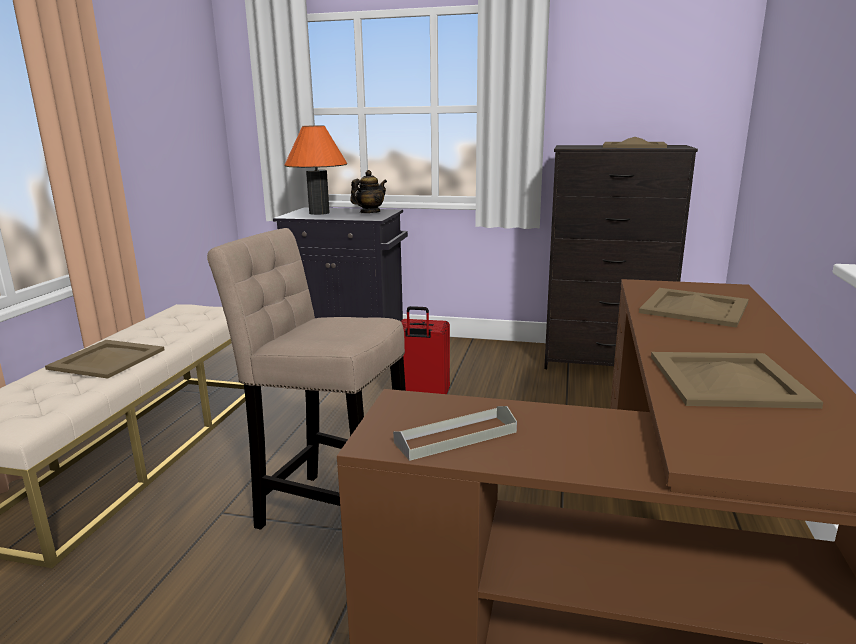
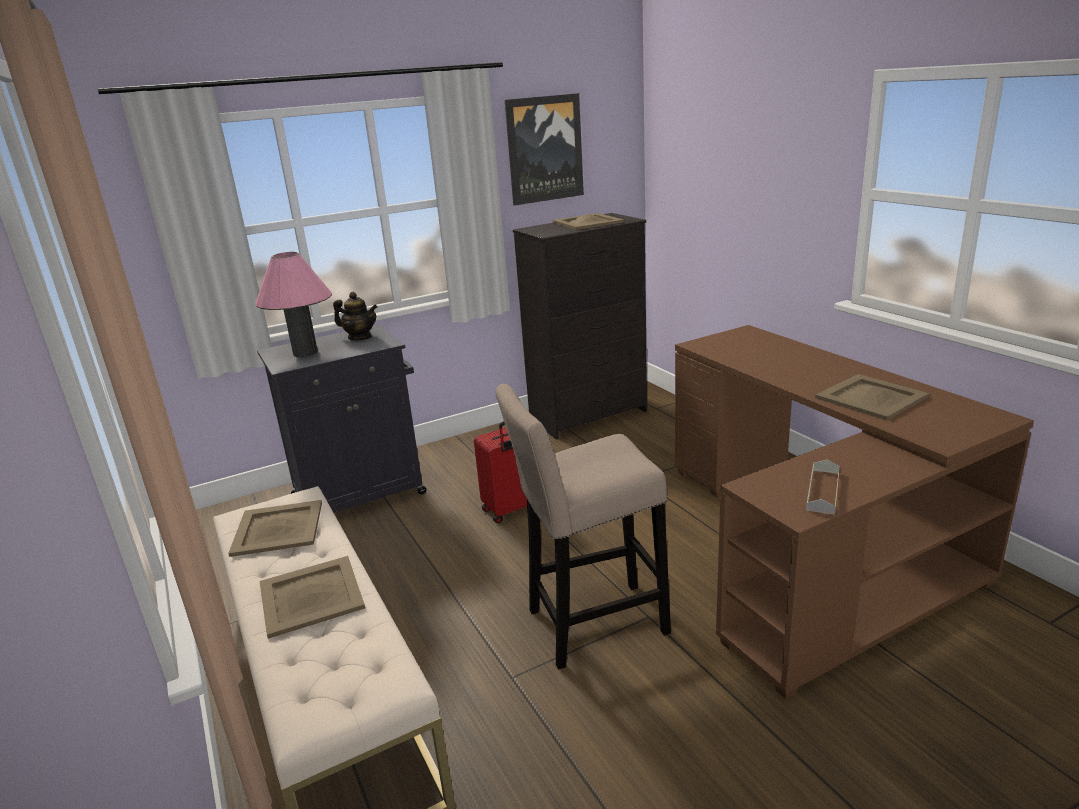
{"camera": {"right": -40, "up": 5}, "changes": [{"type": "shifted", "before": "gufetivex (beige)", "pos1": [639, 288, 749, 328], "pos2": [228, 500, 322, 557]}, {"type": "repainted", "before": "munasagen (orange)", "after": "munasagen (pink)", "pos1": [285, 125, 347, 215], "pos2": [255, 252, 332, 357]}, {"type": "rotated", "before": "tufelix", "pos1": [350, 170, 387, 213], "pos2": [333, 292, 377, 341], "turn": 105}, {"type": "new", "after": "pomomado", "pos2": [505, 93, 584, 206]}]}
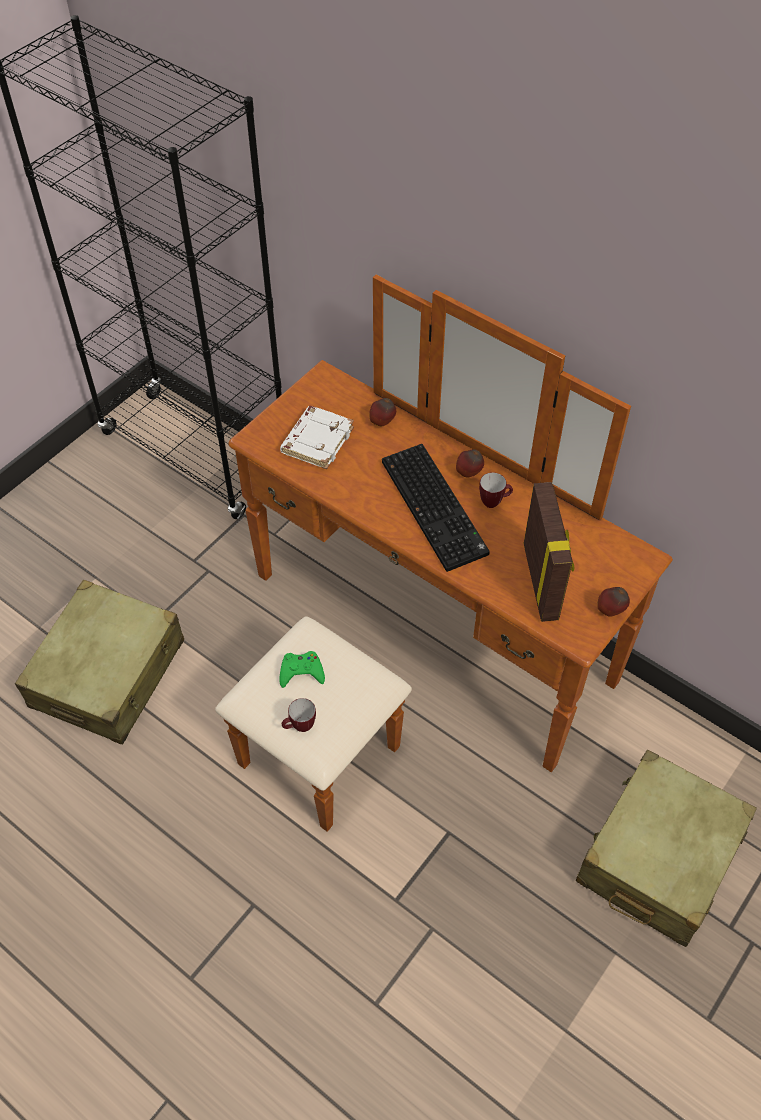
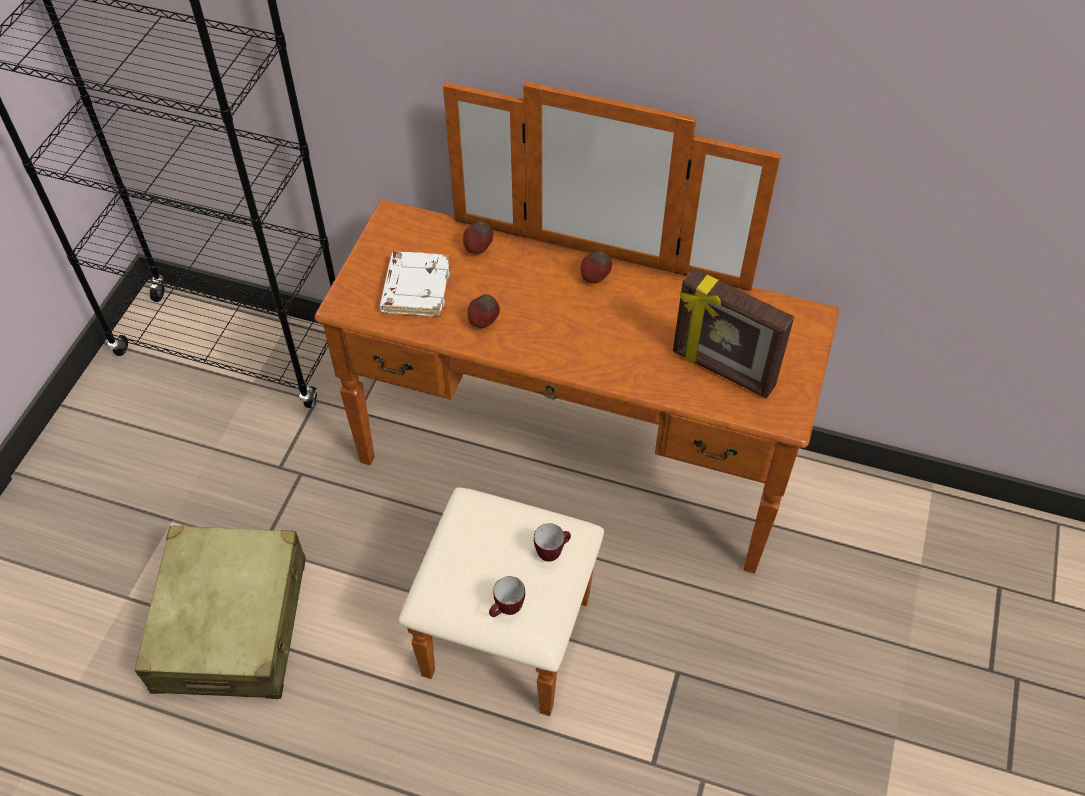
{"camera": {"right": -20, "up": 0}, "changes": [{"type": "shifted", "before": "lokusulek", "pos1": [597, 587, 630, 617], "pos2": [467, 294, 500, 328]}, {"type": "shifted", "before": "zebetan", "pos1": [479, 472, 513, 508], "pos2": [534, 523, 571, 562]}, {"type": "rotated", "before": "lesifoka", "pos1": [524, 482, 575, 622], "pos2": [673, 268, 794, 399], "turn": 150}, {"type": "gone", "before": "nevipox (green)", "pos1": [279, 651, 325, 688]}, {"type": "gone", "before": "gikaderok", "pos1": [382, 444, 490, 572]}, {"type": "gone", "before": "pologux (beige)", "pos1": [576, 750, 757, 947]}]}
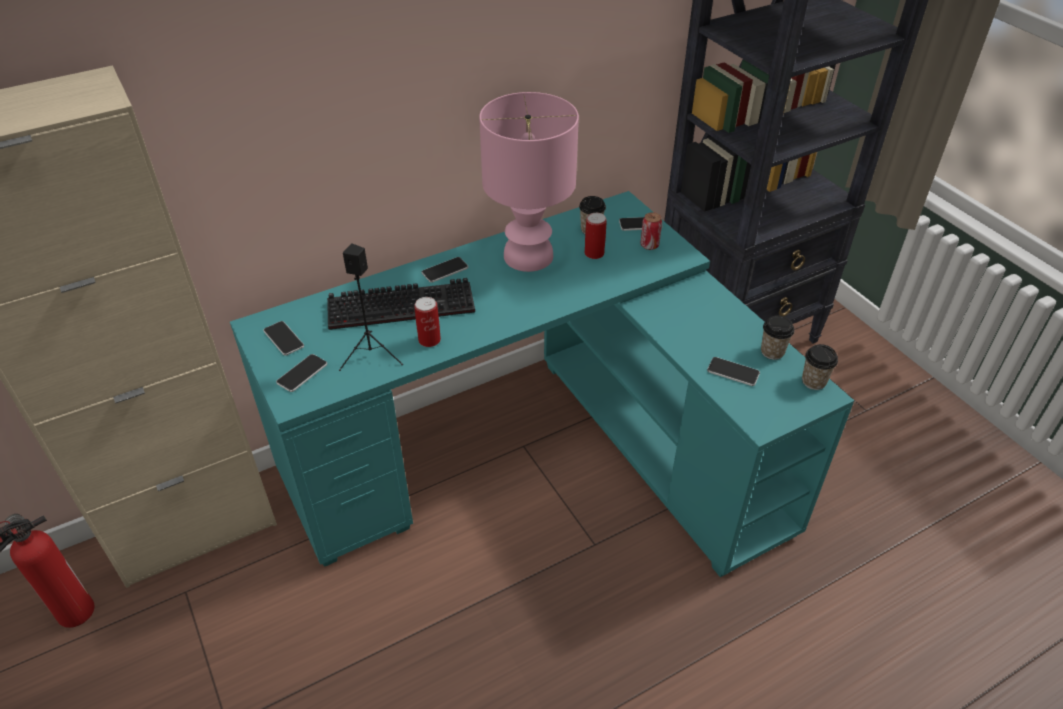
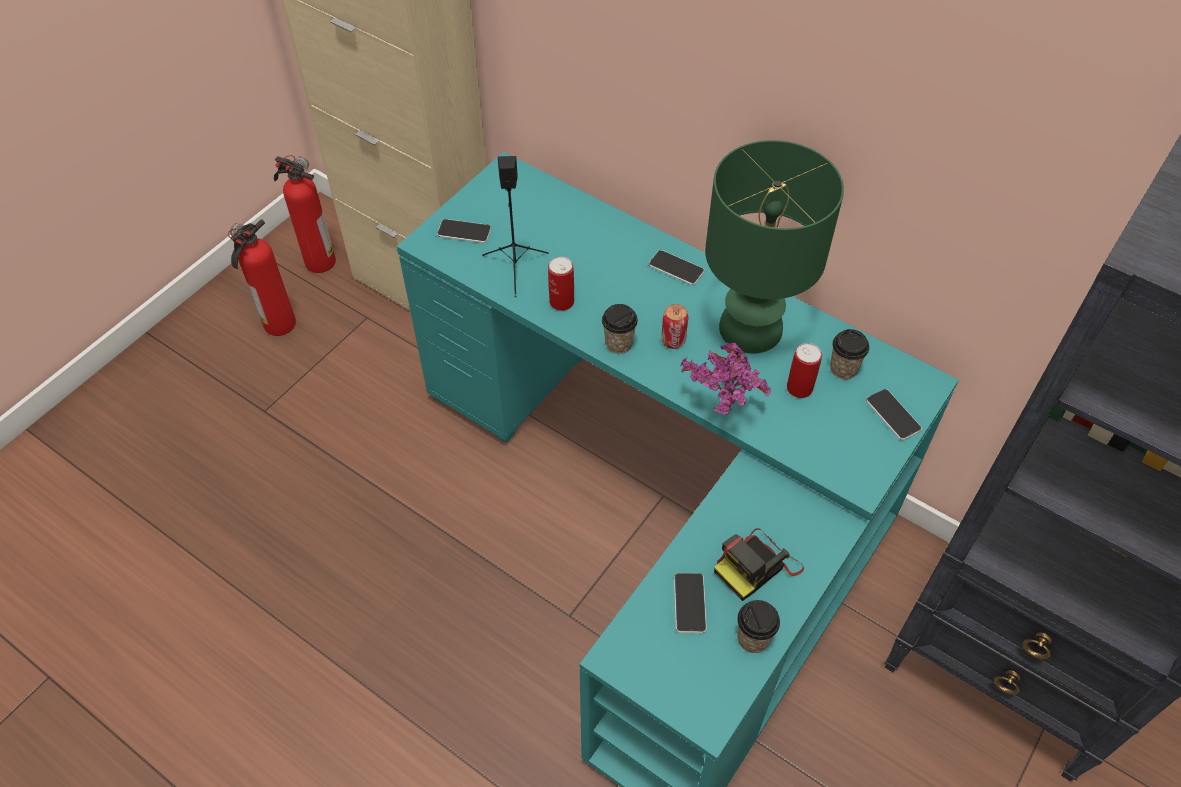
{"camera": {"right": 65, "up": 10}, "changes": [{"type": "new", "after": "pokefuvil", "pos2": [228, 219, 296, 336]}, {"type": "shifted", "before": "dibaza", "pos1": [802, 344, 838, 390], "pos2": [602, 304, 638, 354]}, {"type": "shifted", "before": "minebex", "pos1": [641, 212, 662, 250], "pos2": [661, 304, 688, 349]}, {"type": "new", "after": "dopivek", "pos2": [681, 342, 771, 415]}, {"type": "repainted", "before": "munasagen (pink)", "after": "munasagen (green)", "pos1": [479, 92, 579, 272], "pos2": [705, 140, 844, 353]}, {"type": "new", "after": "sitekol", "pos2": [714, 528, 804, 601]}, {"type": "gone", "before": "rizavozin", "pos1": [263, 321, 304, 356]}, {"type": "gone", "before": "gikaderok", "pos1": [327, 278, 475, 330]}]}
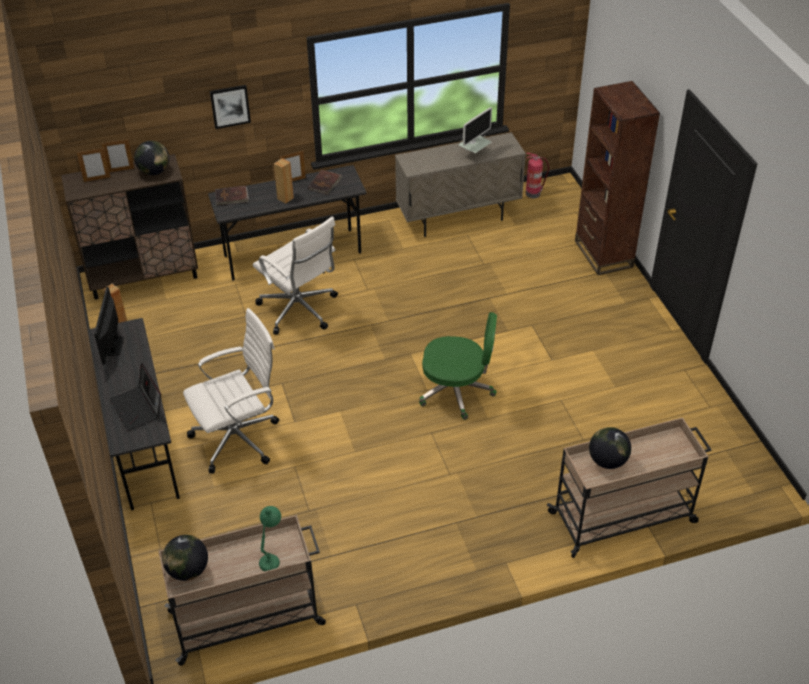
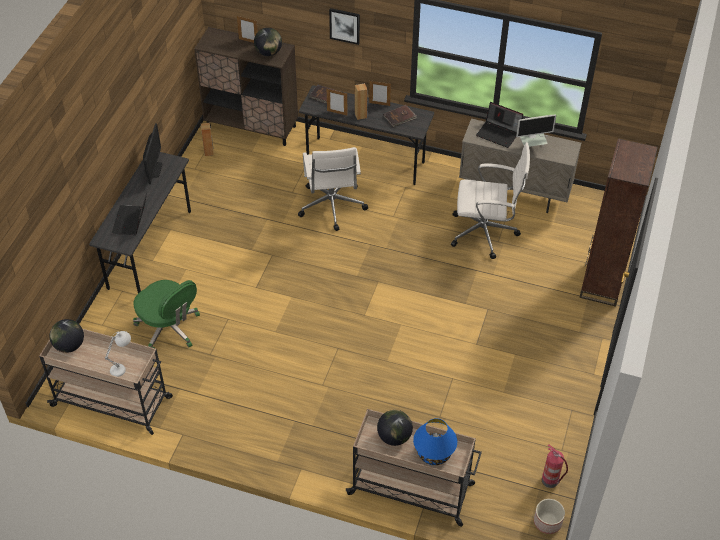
{"camera": {"right": 35, "up": 5}, "changes": [{"type": "repainted", "before": "munasagen (green)", "after": "munasagen (white)", "pos1": [259, 506, 281, 571], "pos2": [105, 331, 131, 377]}, {"type": "shifted", "before": "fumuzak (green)", "pos1": [419, 312, 497, 420], "pos2": [133, 280, 200, 348]}, {"type": "rotated", "before": "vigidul", "pos1": [94, 287, 124, 365], "pos2": [143, 123, 163, 184], "turn": 150}, {"type": "shifted", "before": "lesifoka", "pos1": [77, 147, 110, 182], "pos2": [327, 88, 347, 115]}, {"type": "new", "after": "munasagen (blue)", "pos2": [413, 418, 457, 465]}, {"type": "shifted", "before": "fumuzak (white)", "pos1": [183, 308, 279, 474], "pos2": [451, 142, 530, 259]}, {"type": "new", "after": "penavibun", "pos2": [476, 102, 523, 148]}, {"type": "new", "after": "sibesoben", "pos2": [534, 499, 565, 534]}, {"type": "shifted", "before": "pokefuvil", "pos1": [526, 153, 549, 198], "pos2": [542, 444, 568, 488]}]}
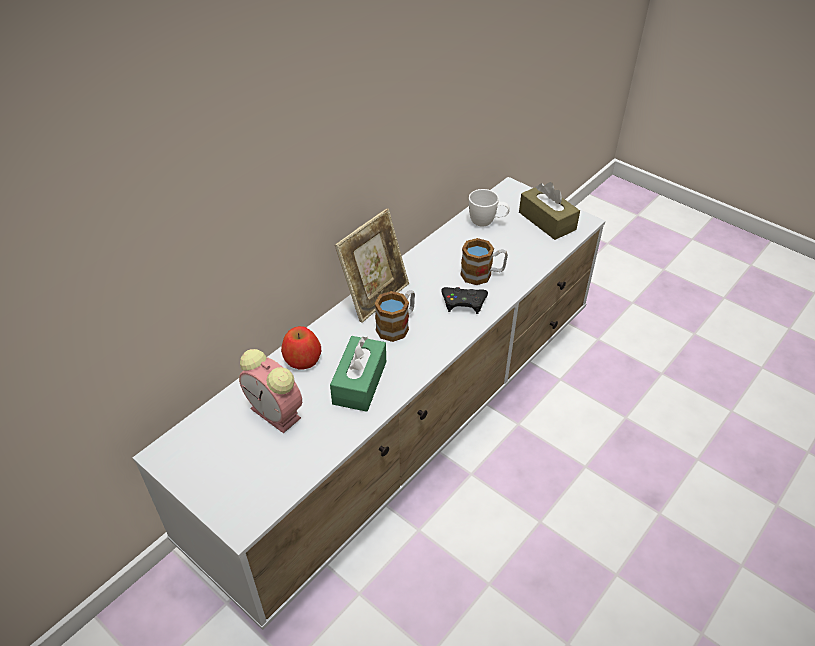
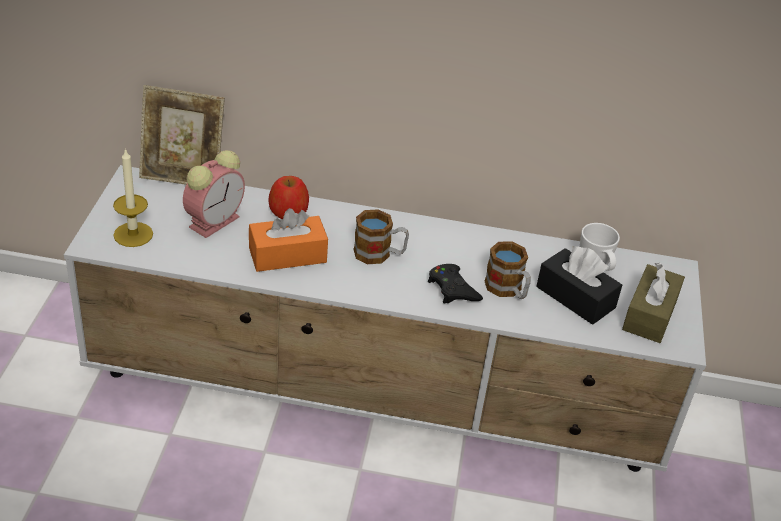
{"camera": {"right": 55, "up": -5}, "changes": [{"type": "new", "after": "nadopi", "pos2": [113, 148, 153, 247]}, {"type": "shifted", "before": "lesifoka", "pos1": [335, 208, 409, 322], "pos2": [139, 85, 225, 185]}, {"type": "rotated", "before": "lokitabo", "pos1": [239, 349, 302, 433], "pos2": [183, 150, 245, 238], "turn": -150}, {"type": "repainted", "before": "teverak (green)", "after": "teverak (orange)", "pos1": [330, 336, 386, 412], "pos2": [249, 208, 328, 272]}, {"type": "new", "after": "teverak (black)", "pos2": [536, 246, 622, 325]}]}
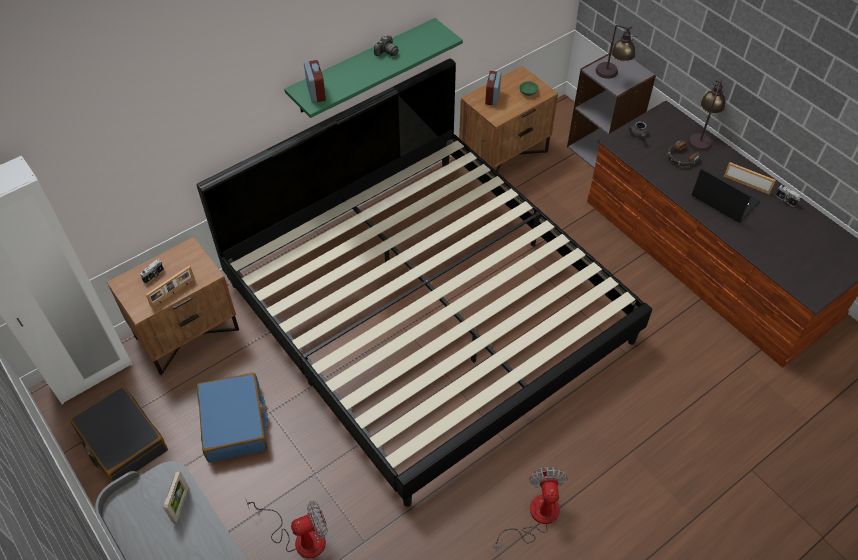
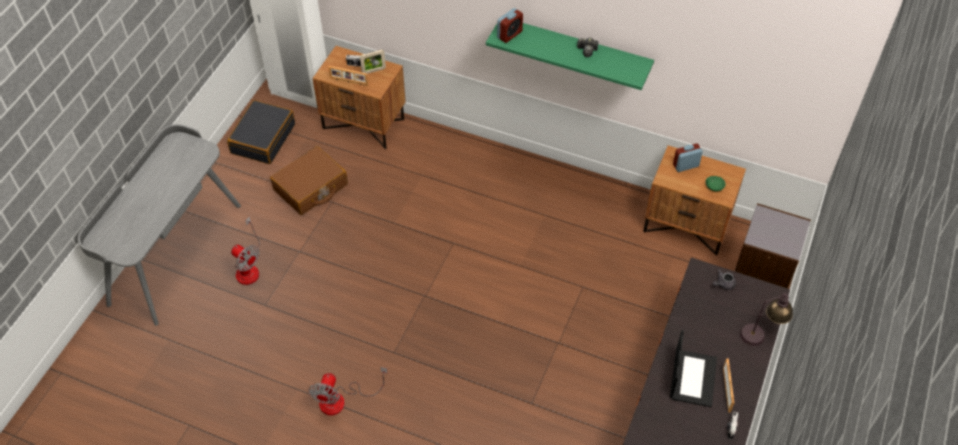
{"camera": {"right": 60, "up": 0}, "changes": [{"type": "repainted", "before": "pologux (blue)", "after": "pologux (brown)", "pos1": [197, 373, 268, 462], "pos2": [270, 146, 348, 215]}, {"type": "rotated", "before": "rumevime", "pos1": [493, 467, 568, 549], "pos2": [308, 367, 388, 415], "turn": 135}, {"type": "shifted", "before": "lesifoka", "pos1": [164, 471, 188, 523], "pos2": [360, 50, 386, 74]}, {"type": "gone", "before": "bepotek", "pos1": [196, 58, 652, 507]}, {"type": "gone", "before": "munasagen", "pos1": [595, 25, 636, 79]}, {"type": "gone", "before": "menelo", "pos1": [668, 140, 701, 166]}]}
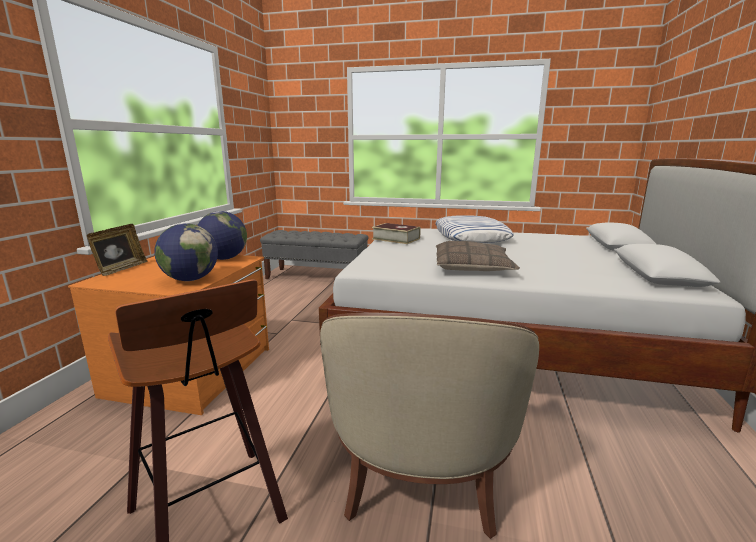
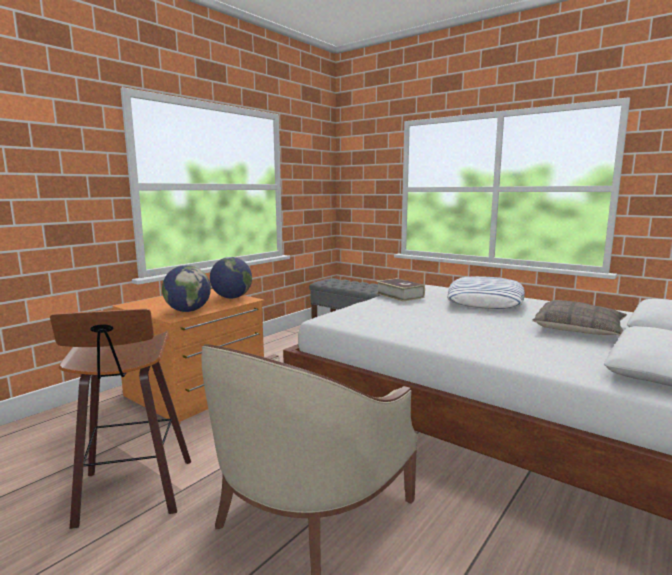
{"camera": {"right": 25, "up": -5}, "changes": [{"type": "shifted", "before": "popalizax", "pos1": [436, 241, 520, 271], "pos2": [532, 300, 627, 335]}, {"type": "gone", "before": "lesifoka", "pos1": [86, 224, 147, 276]}]}
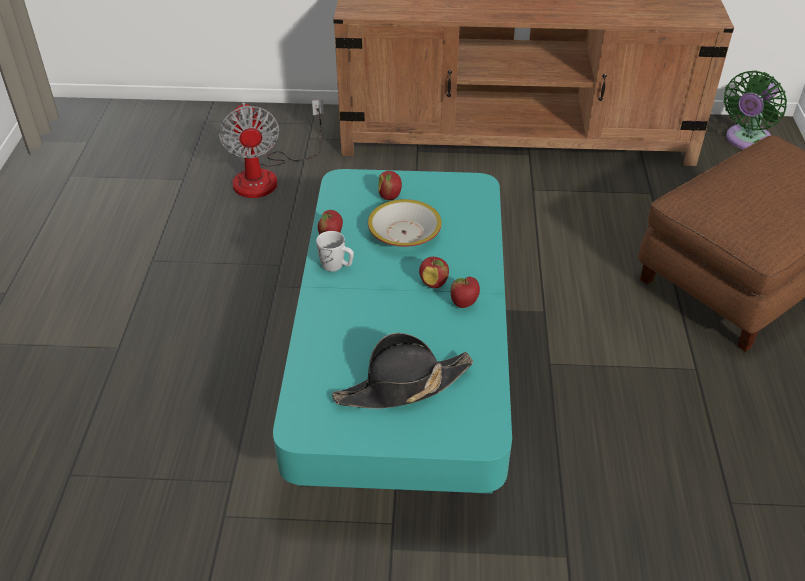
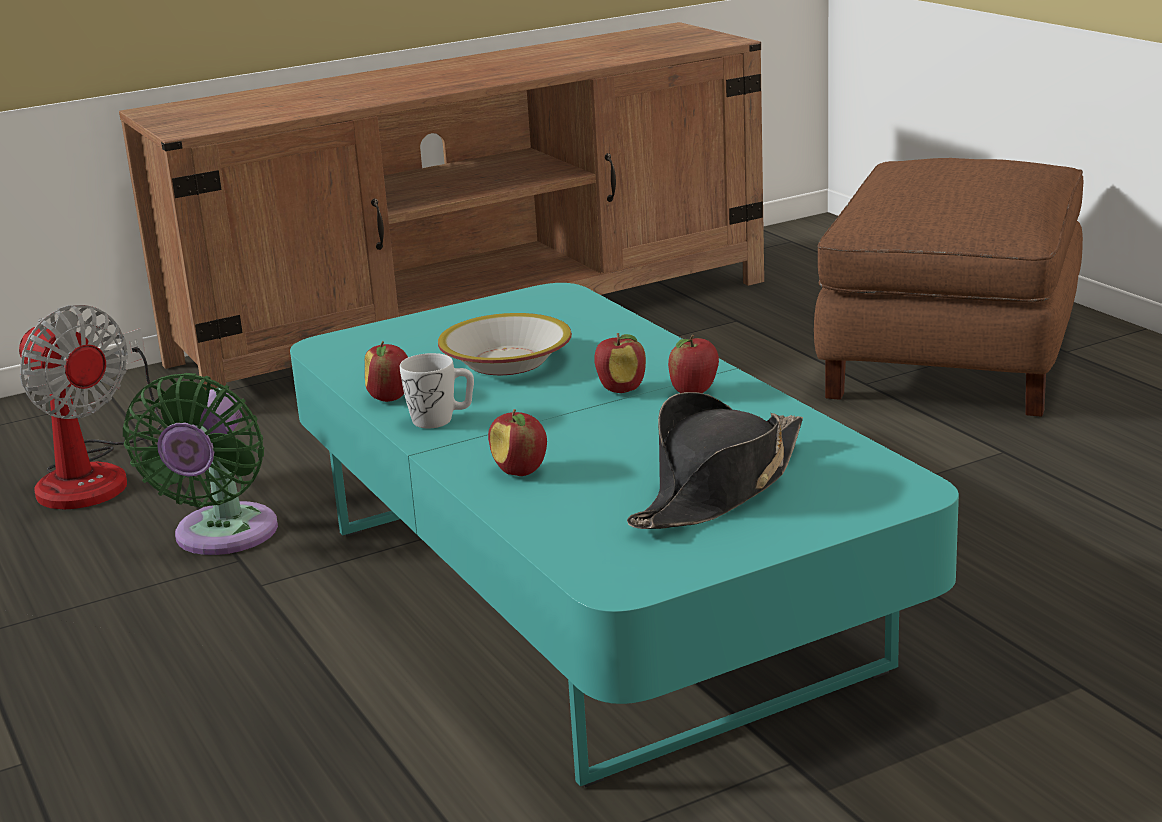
{"camera": {"right": -30, "up": -20}, "changes": [{"type": "shifted", "before": "rumevime (green)", "pos1": [724, 70, 787, 149], "pos2": [123, 373, 278, 555]}, {"type": "shifted", "before": "lokusulek", "pos1": [378, 171, 402, 200], "pos2": [488, 409, 547, 476]}]}
